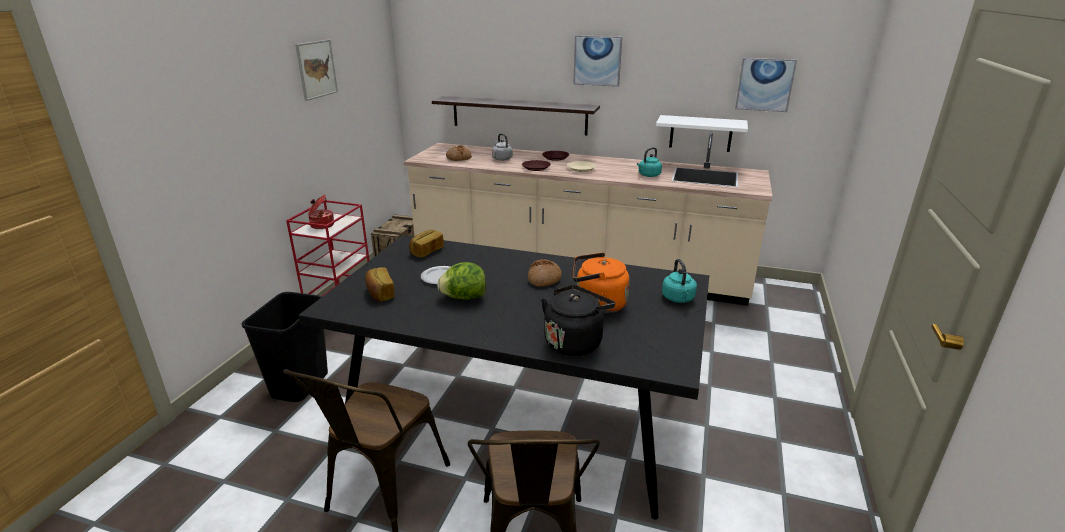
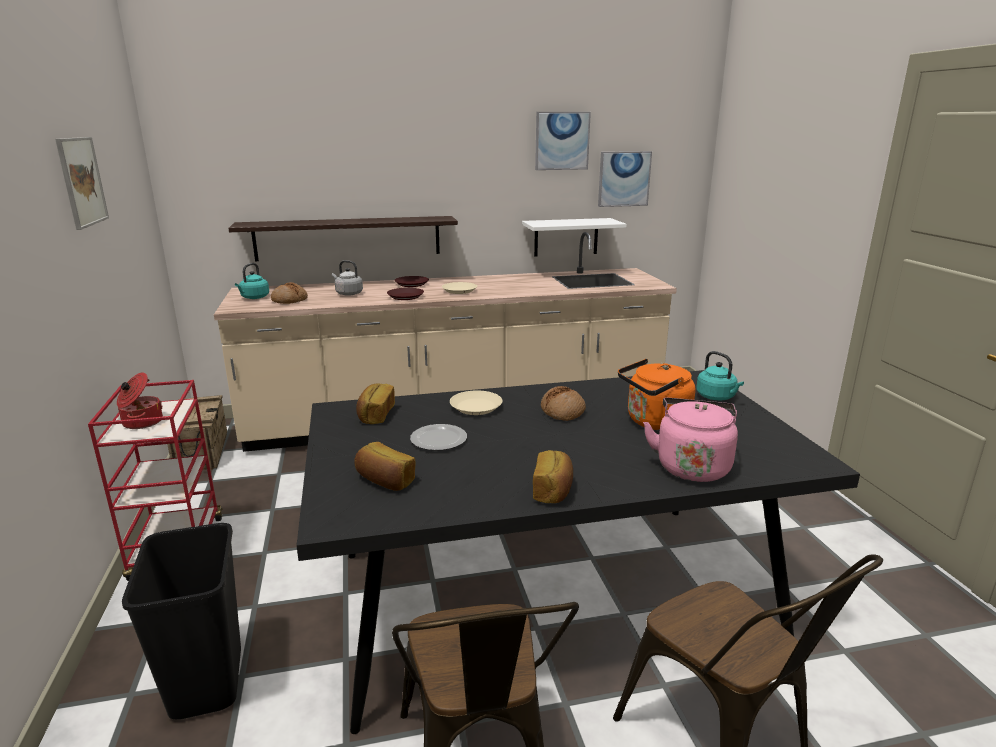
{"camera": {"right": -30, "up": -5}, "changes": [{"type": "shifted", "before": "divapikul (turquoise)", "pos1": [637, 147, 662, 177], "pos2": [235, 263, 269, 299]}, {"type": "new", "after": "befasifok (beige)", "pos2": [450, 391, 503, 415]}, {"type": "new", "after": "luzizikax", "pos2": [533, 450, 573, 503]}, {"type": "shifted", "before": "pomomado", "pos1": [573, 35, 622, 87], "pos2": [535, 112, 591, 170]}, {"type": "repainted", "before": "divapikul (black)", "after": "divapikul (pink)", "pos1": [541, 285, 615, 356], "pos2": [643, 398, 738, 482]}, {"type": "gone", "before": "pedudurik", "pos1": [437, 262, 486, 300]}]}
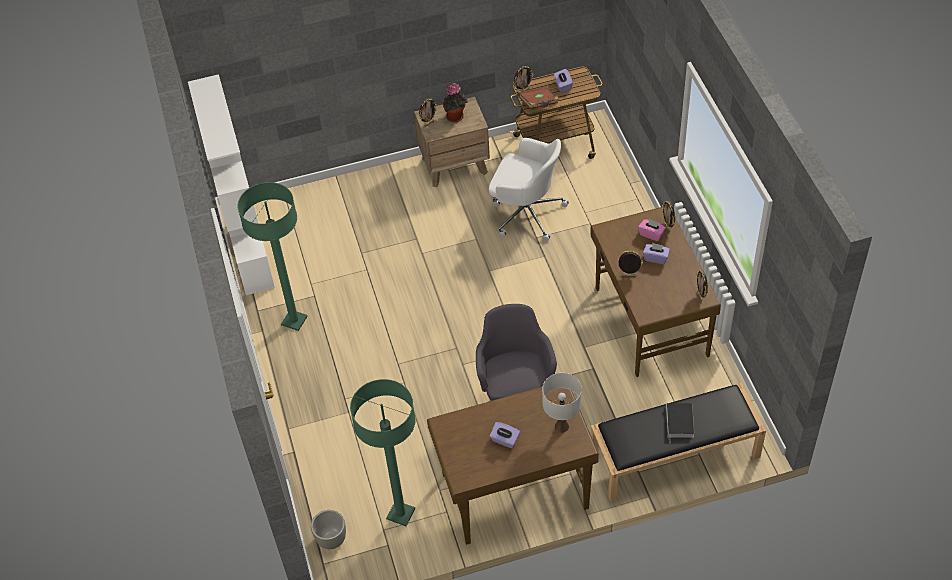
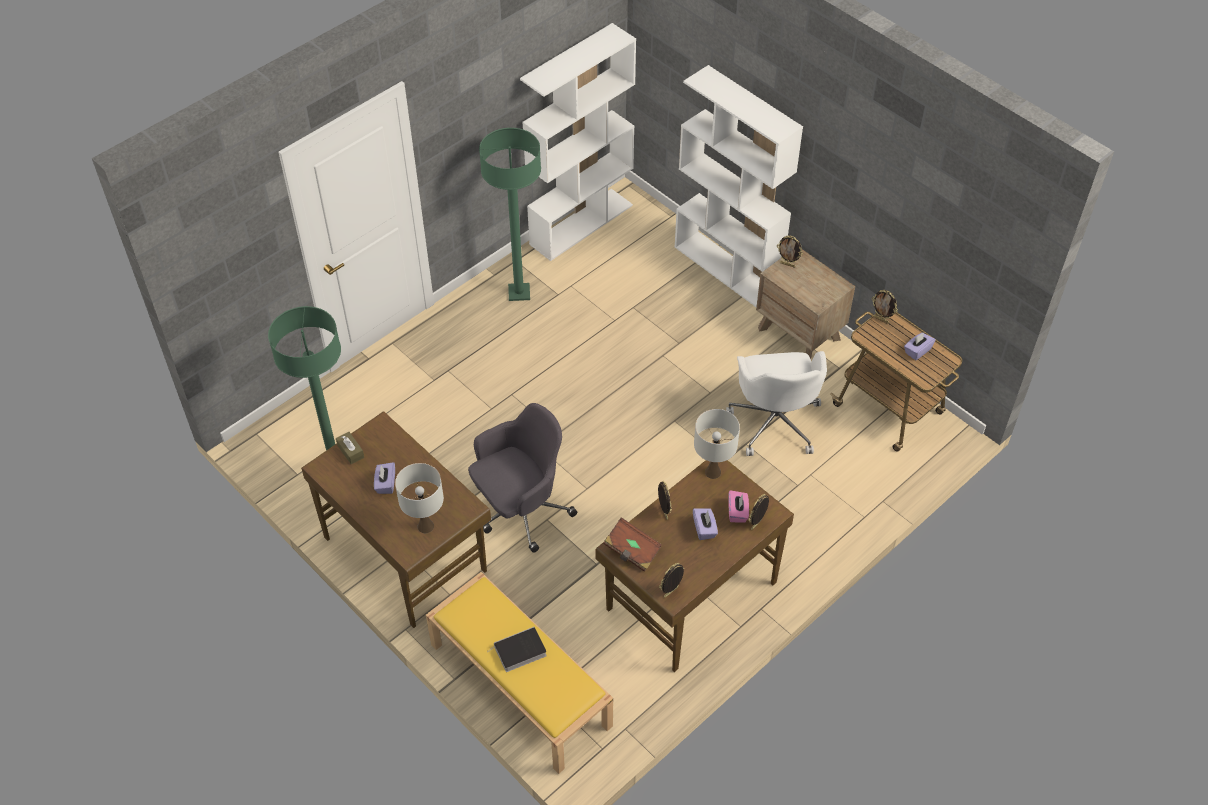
{"camera": {"right": 60, "up": 0}, "changes": [{"type": "new", "after": "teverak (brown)", "pos2": [336, 432, 364, 464]}, {"type": "repainted", "before": "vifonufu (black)", "after": "vifonufu (yellow)", "pos1": [591, 383, 766, 502], "pos2": [426, 572, 613, 774]}, {"type": "shifted", "before": "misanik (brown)", "pos1": [517, 86, 559, 109], "pos2": [603, 517, 662, 572]}, {"type": "new", "after": "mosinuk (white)", "pos2": [675, 65, 803, 307]}, {"type": "new", "after": "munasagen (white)", "pos2": [694, 409, 740, 479]}, {"type": "gone", "before": "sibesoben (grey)", "pos1": [311, 510, 346, 549]}, {"type": "gone", "before": "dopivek", "pos1": [443, 83, 468, 122]}]}
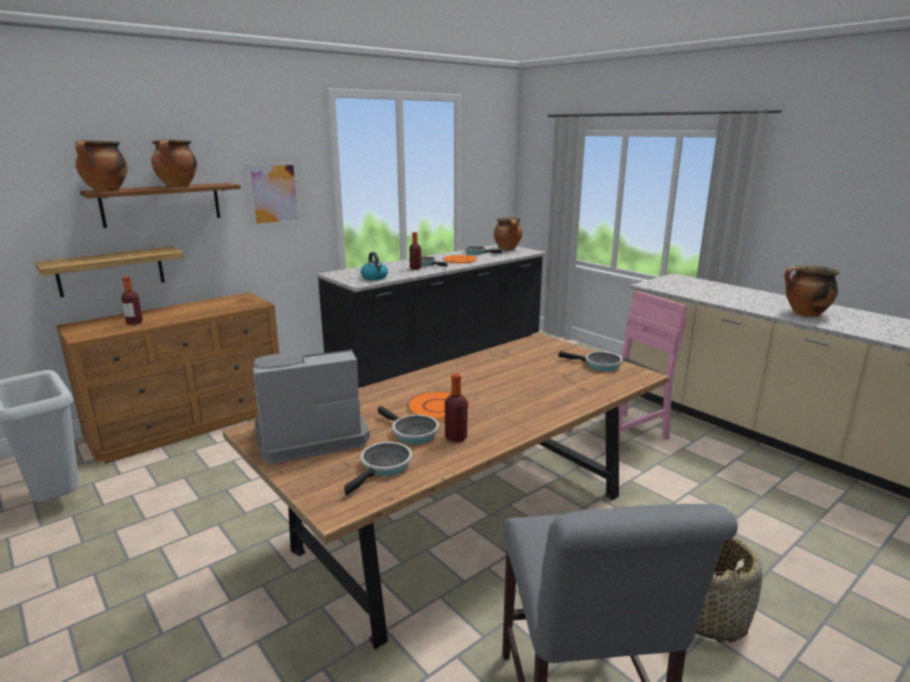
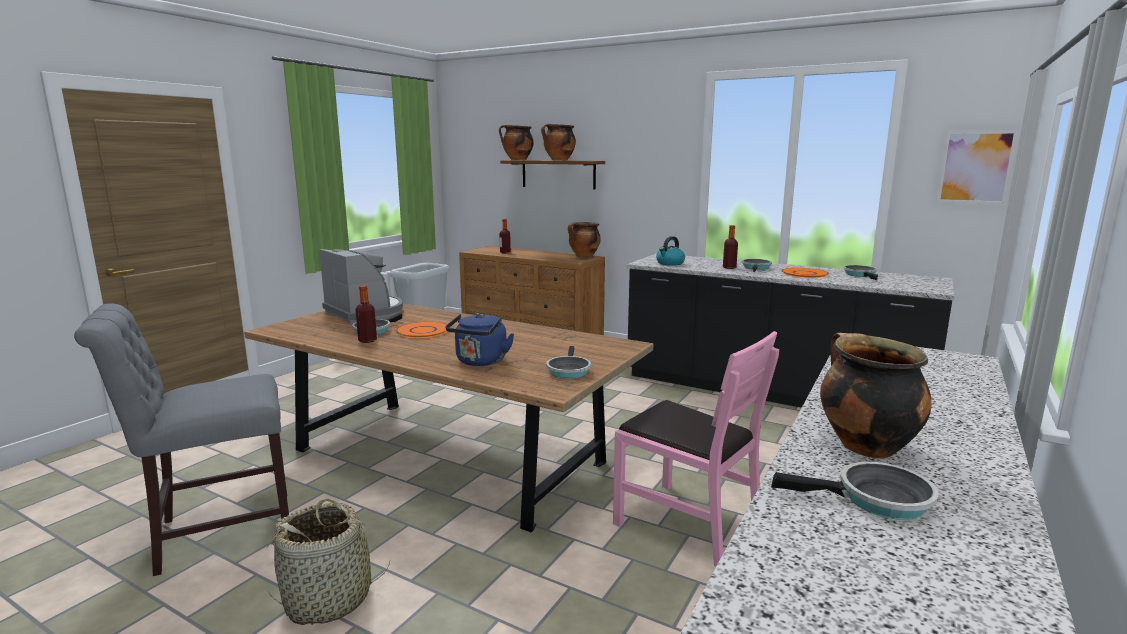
{"camera": {"right": 70, "up": -5}, "changes": [{"type": "new", "after": "divapikul (blue)", "pos2": [446, 313, 514, 366]}, {"type": "shifted", "before": "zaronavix", "pos1": [494, 217, 522, 250], "pos2": [568, 222, 601, 257]}, {"type": "shifted", "before": "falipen", "pos1": [344, 442, 412, 496], "pos2": [771, 462, 939, 520]}, {"type": "shifted", "before": "pomomado", "pos1": [246, 162, 301, 227], "pos2": [936, 130, 1019, 205]}, {"type": "gone", "before": "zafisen", "pos1": [35, 246, 184, 297]}]}
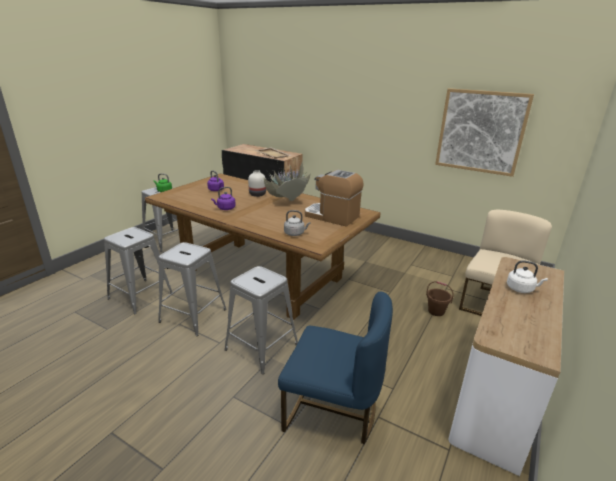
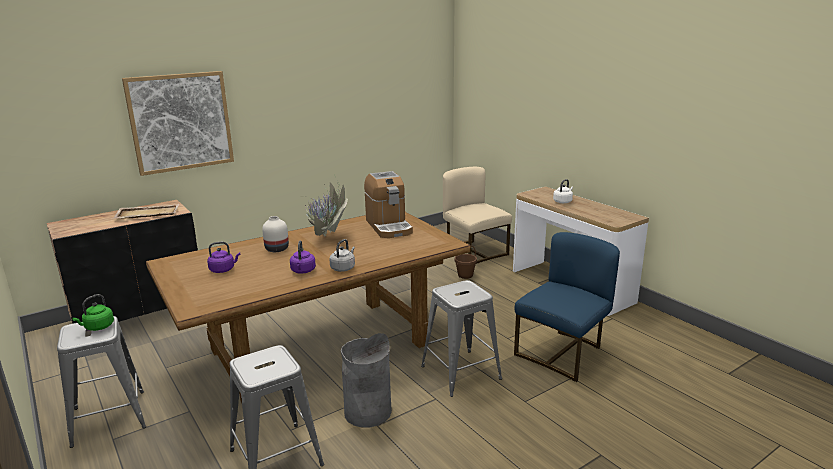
{"camera": {"right": -65, "up": -5}, "changes": [{"type": "shifted", "before": "pomomado", "pos1": [435, 88, 534, 177], "pos2": [122, 71, 234, 176]}, {"type": "shifted", "before": "divapikul (grey)", "pos1": [284, 210, 311, 236], "pos2": [329, 239, 355, 272]}, {"type": "swapped", "before": "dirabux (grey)", "after": "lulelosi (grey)", "pos1": [158, 242, 227, 336], "pos2": [341, 333, 392, 428]}, {"type": "rotated", "before": "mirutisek", "pos1": [305, 170, 364, 227], "pos2": [364, 171, 413, 238], "turn": -75}]}
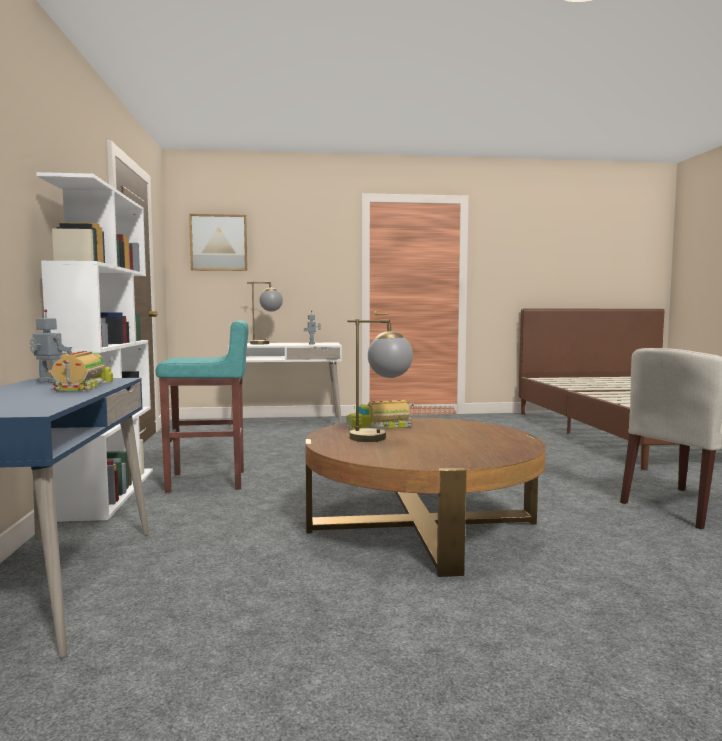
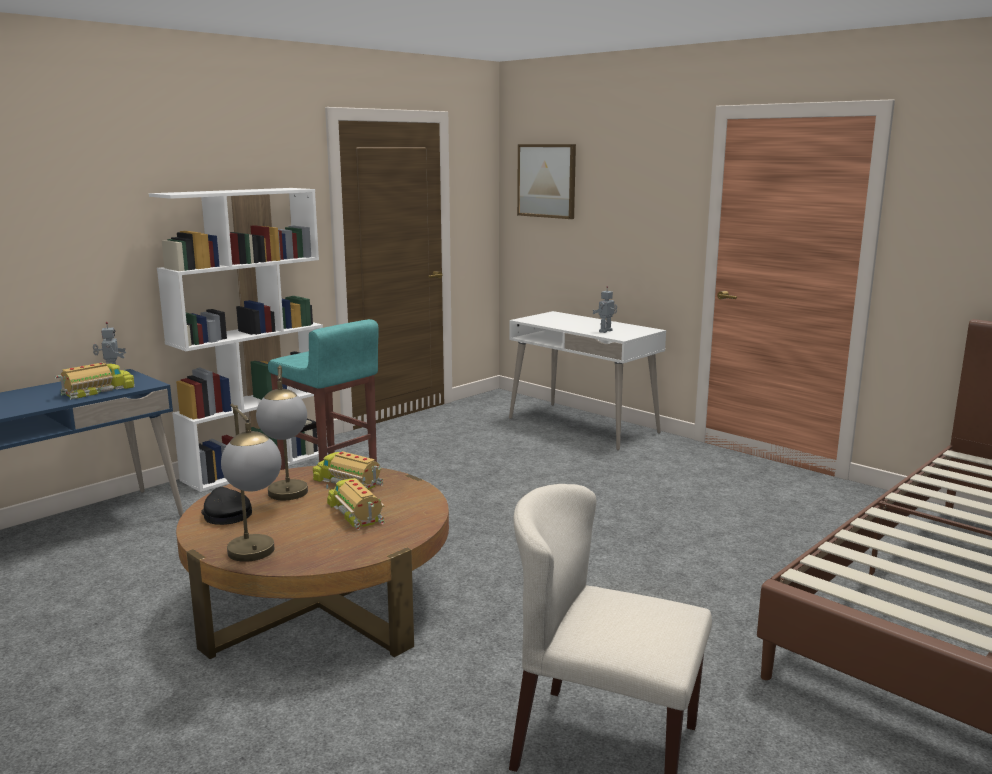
{"camera": {"right": 50, "up": 10}, "changes": [{"type": "new", "after": "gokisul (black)", "pos2": [201, 487, 252, 525]}, {"type": "shifted", "before": "munasagen", "pos1": [247, 282, 283, 345], "pos2": [221, 404, 282, 562]}, {"type": "new", "after": "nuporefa", "pos2": [326, 477, 385, 530]}]}
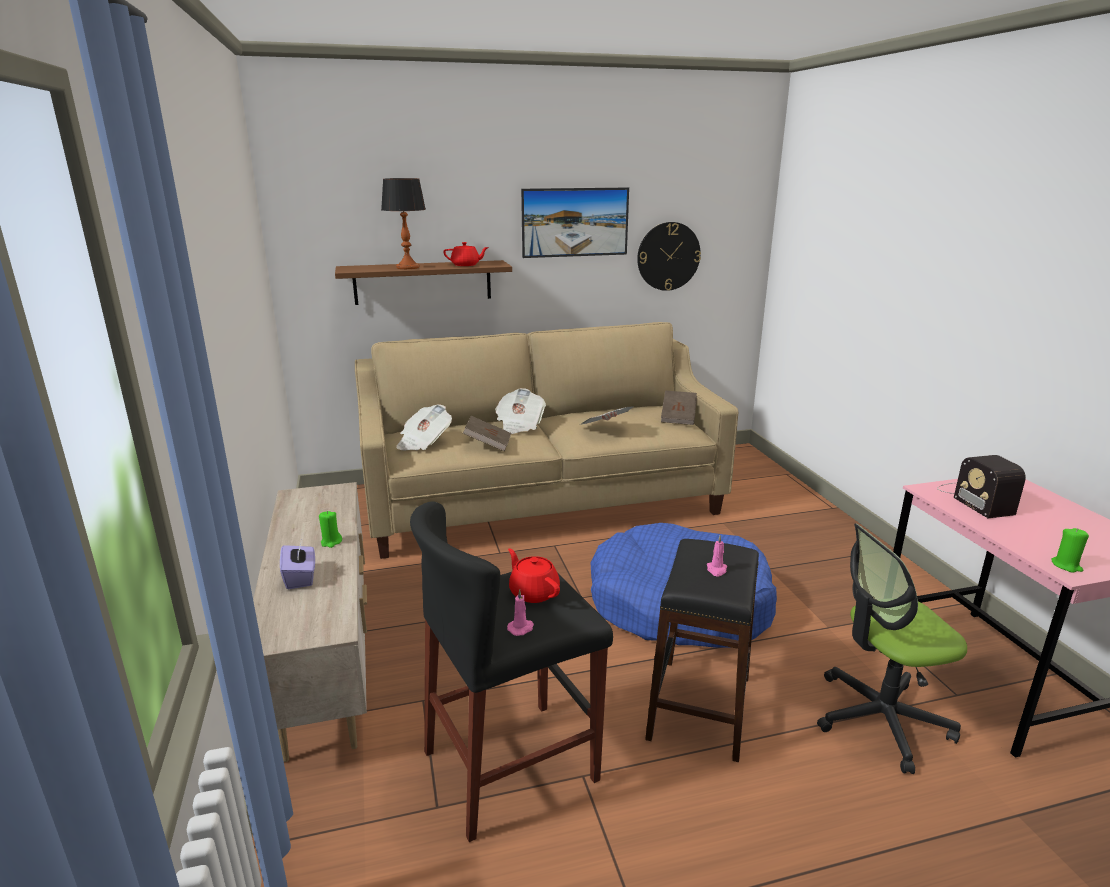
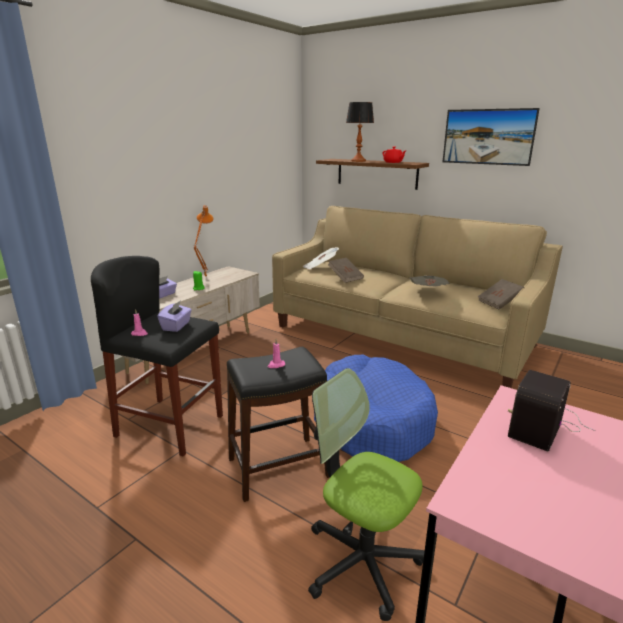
{"camera": {"right": 50, "up": 0}, "changes": [{"type": "swapped", "before": "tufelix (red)", "after": "teverak (purple)", "pos1": [508, 548, 560, 603], "pos2": [157, 300, 192, 332]}, {"type": "new", "after": "munasagen (orange)", "pos2": [193, 205, 214, 279]}, {"type": "gone", "before": "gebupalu", "pos1": [495, 388, 546, 434]}, {"type": "gone", "before": "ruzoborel", "pos1": [637, 222, 701, 291]}, {"type": "gone", "before": "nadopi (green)", "pos1": [1051, 528, 1089, 573]}]}
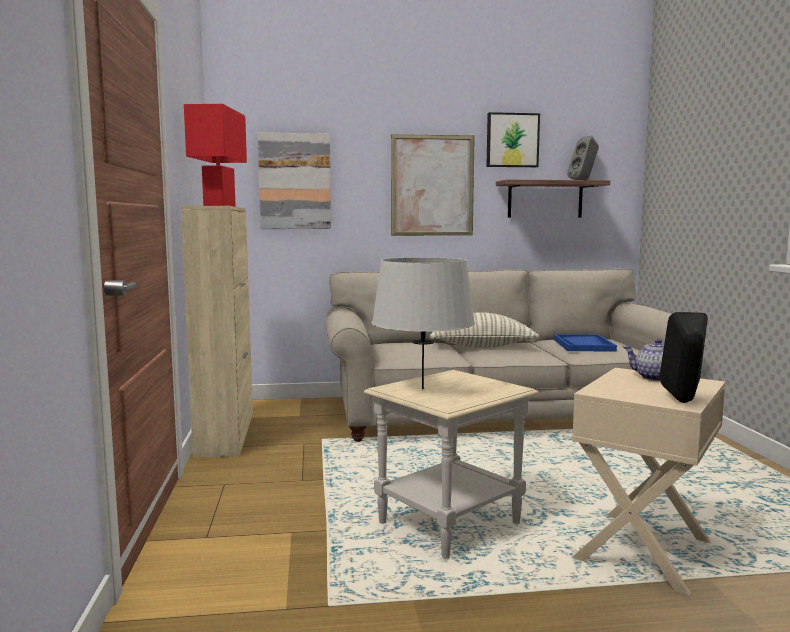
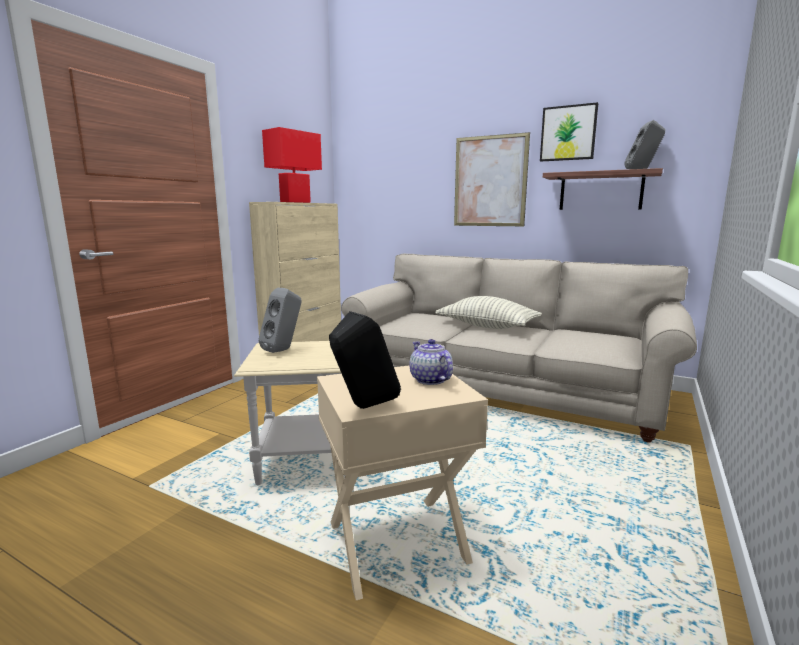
{"camera": {"right": 35, "up": 5}, "changes": [{"type": "swapped", "before": "munasagen (grey)", "after": "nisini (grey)", "pos1": [372, 257, 475, 389], "pos2": [258, 288, 302, 353]}, {"type": "gone", "before": "pomomado", "pos1": [258, 133, 331, 229]}, {"type": "gone", "before": "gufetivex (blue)", "pos1": [554, 334, 617, 351]}]}
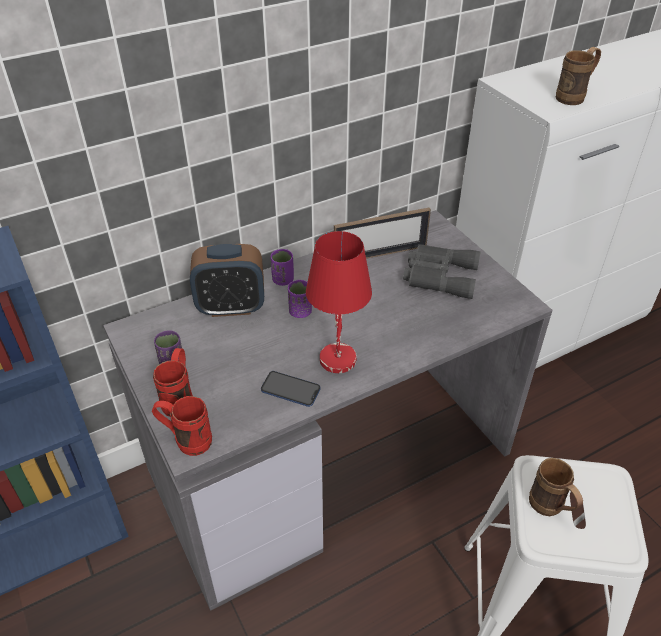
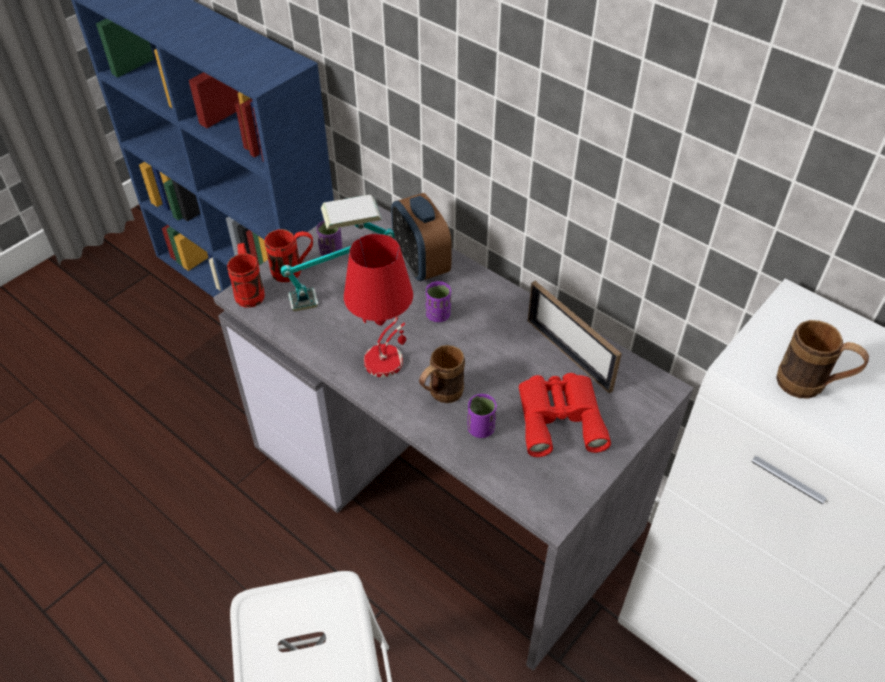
{"camera": {"right": 70, "up": 5}, "changes": [{"type": "new", "after": "munasagen", "pos2": [281, 194, 395, 312]}, {"type": "shifted", "before": "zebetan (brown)", "pos1": [529, 458, 583, 516], "pos2": [419, 345, 465, 403]}, {"type": "shifted", "before": "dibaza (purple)", "pos1": [271, 249, 294, 286], "pos2": [467, 394, 497, 438]}, {"type": "repainted", "before": "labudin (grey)", "after": "labudin (red)", "pos1": [403, 244, 481, 299], "pos2": [519, 373, 611, 457]}, {"type": "gone", "before": "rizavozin", "pos1": [261, 371, 320, 407]}]}
